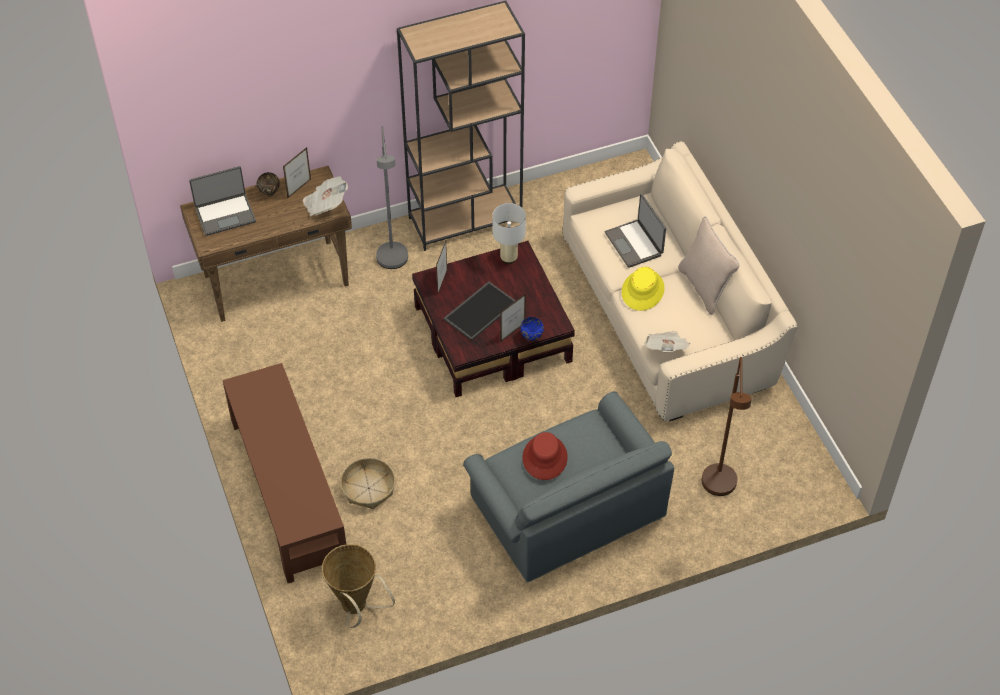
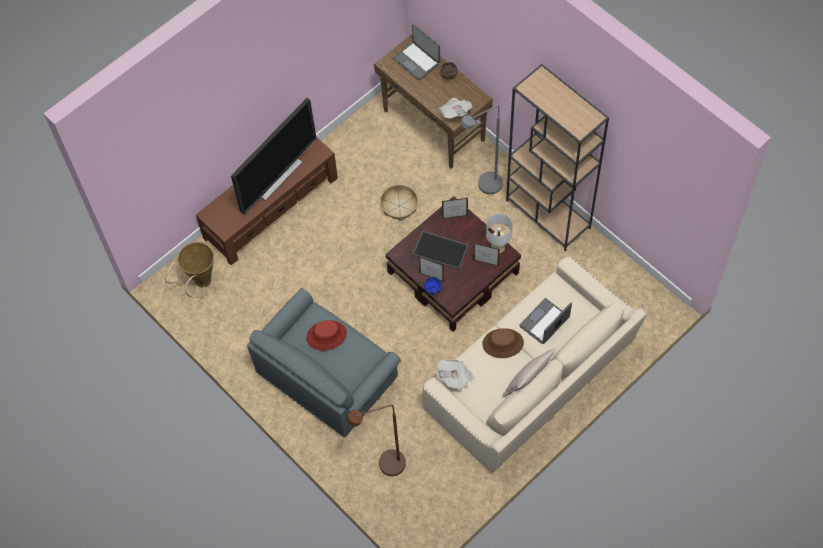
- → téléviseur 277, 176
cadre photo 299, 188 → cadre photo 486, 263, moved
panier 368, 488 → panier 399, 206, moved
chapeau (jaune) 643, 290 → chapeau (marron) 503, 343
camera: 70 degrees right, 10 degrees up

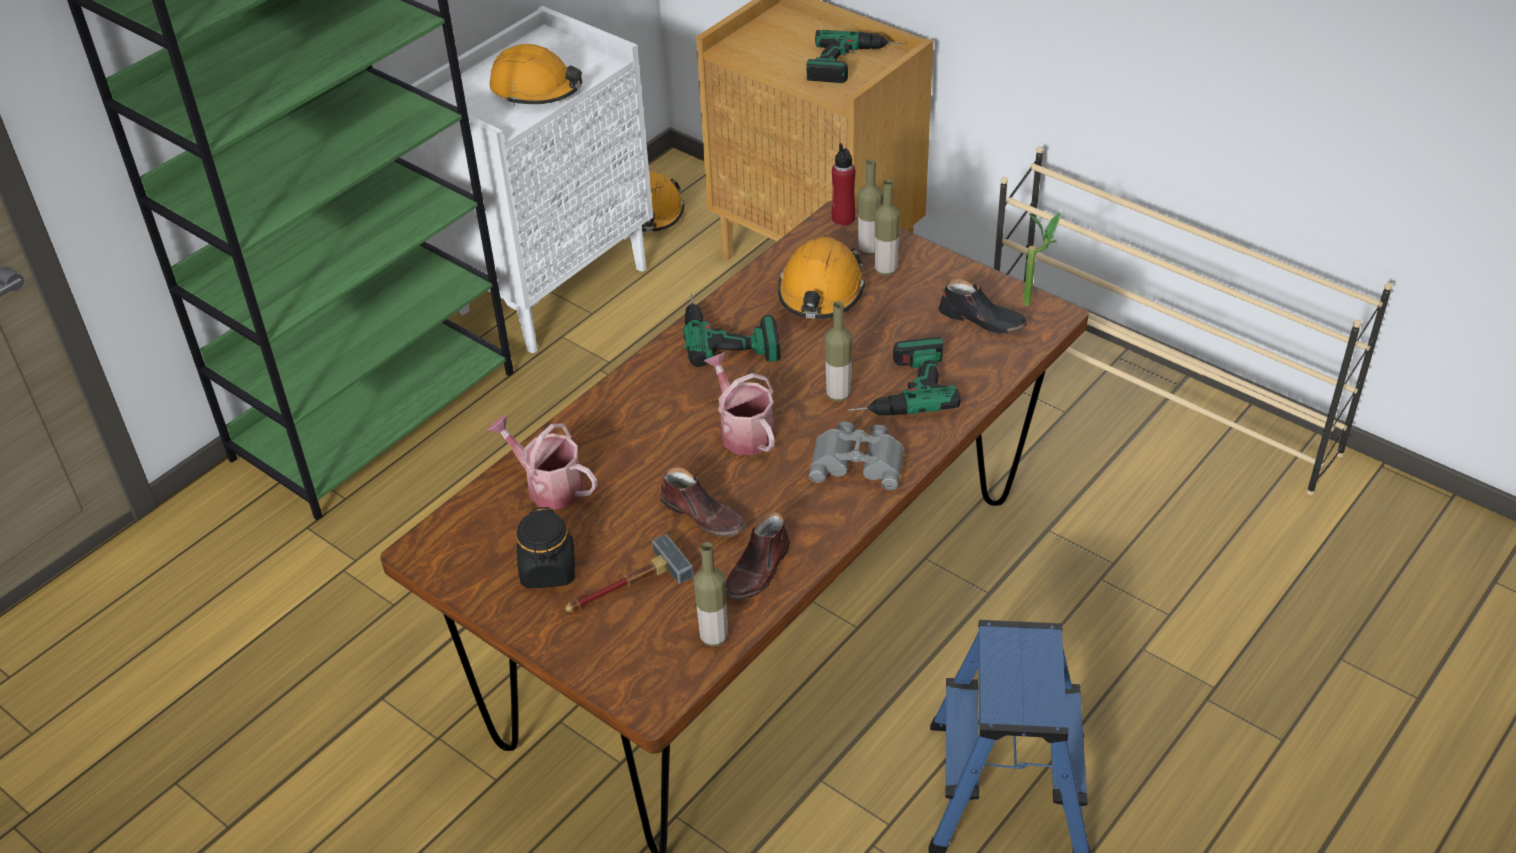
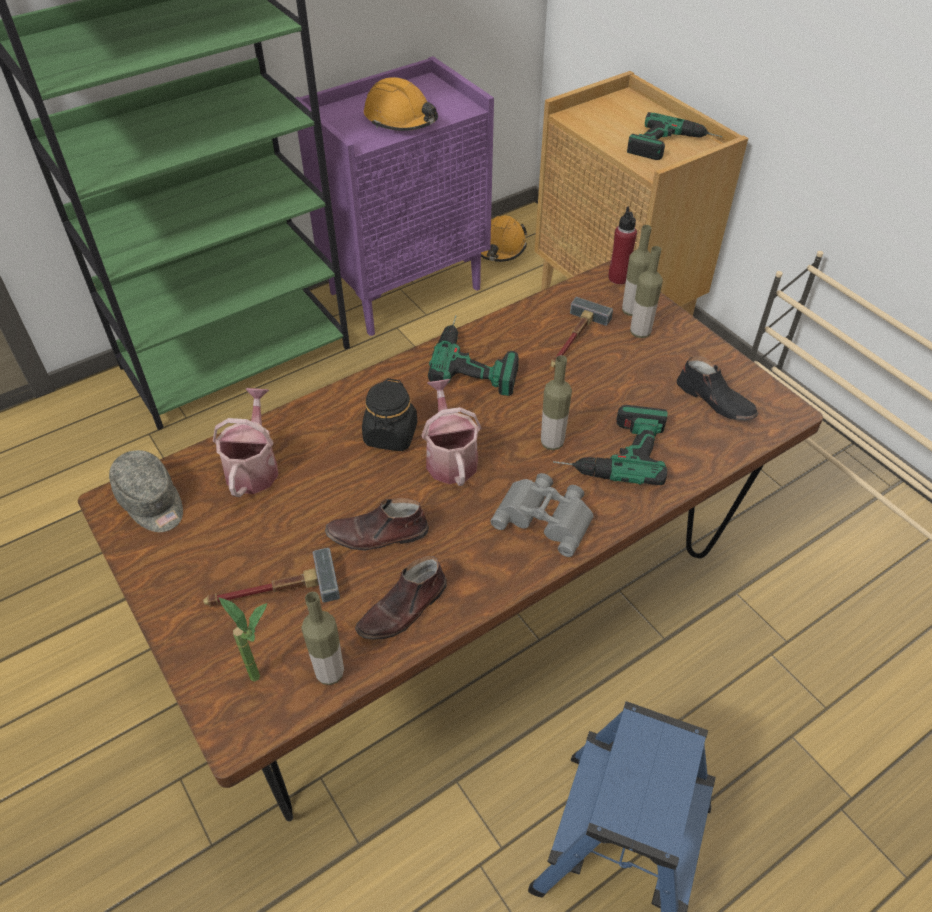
- → casquette (gris) 152, 502
bocal (noir) 548, 570 → bocal (noir) 390, 435, moved
plante en pot 1035, 302 → plante en pot 265, 678, moved
casque de chantier (orange) 820, 293 → marteau 573, 341
meuble de rangement (blanc) 555, 289 → meuble de rangement (violet) 406, 290
arrosoir 548, 485 → arrosoir 254, 466, 45 degrees clockwise
chaussure (marron) 704, 515 → chaussure (marron) 378, 535, 120 degrees clockwise
camera: 15 degrees right, 5 degrees up

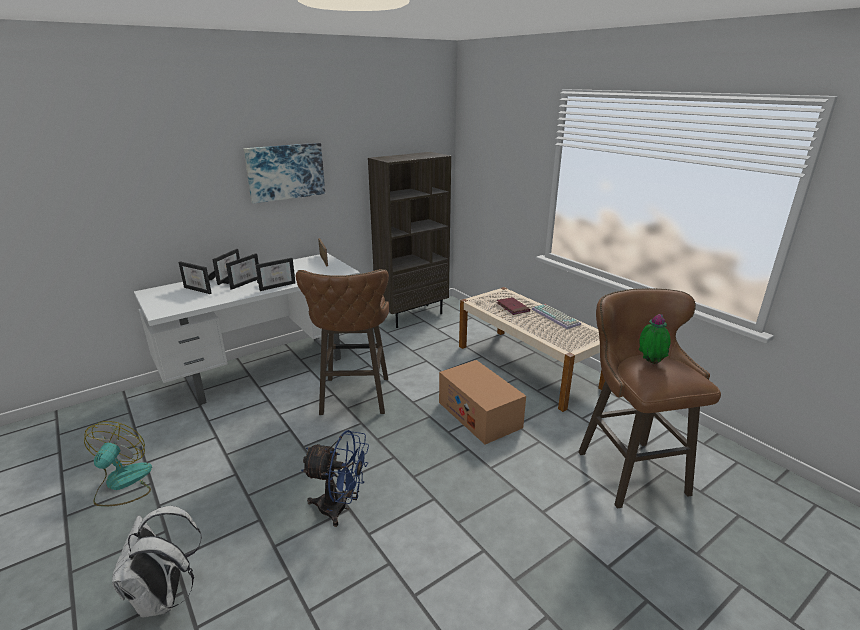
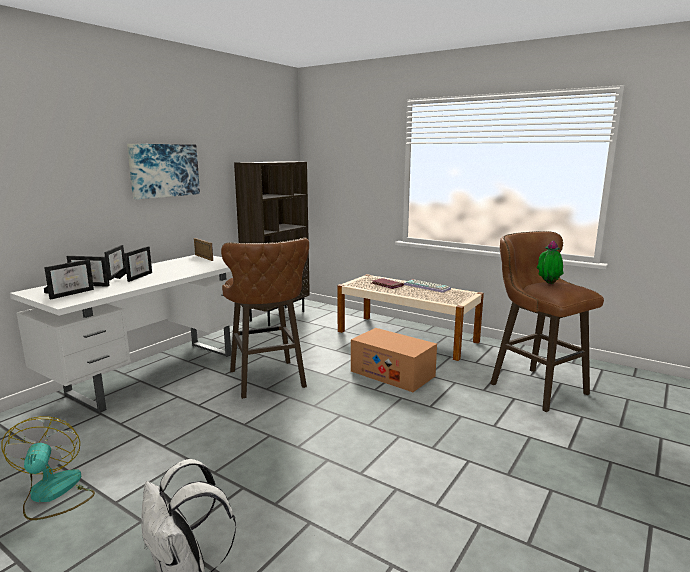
ventilateur (bleu) 340, 508 → -
cadre photo 277, 285 → cadre photo 71, 293, moved
camera: 20 degrees left, 10 degrees down

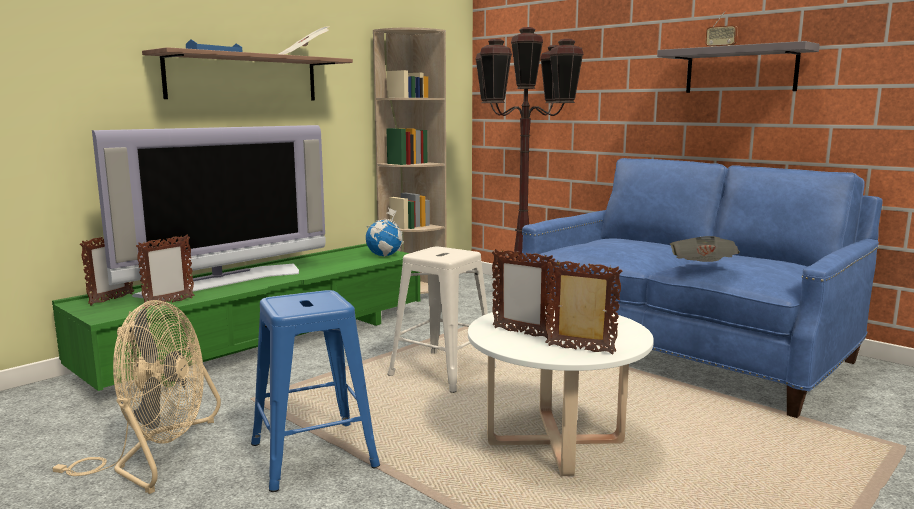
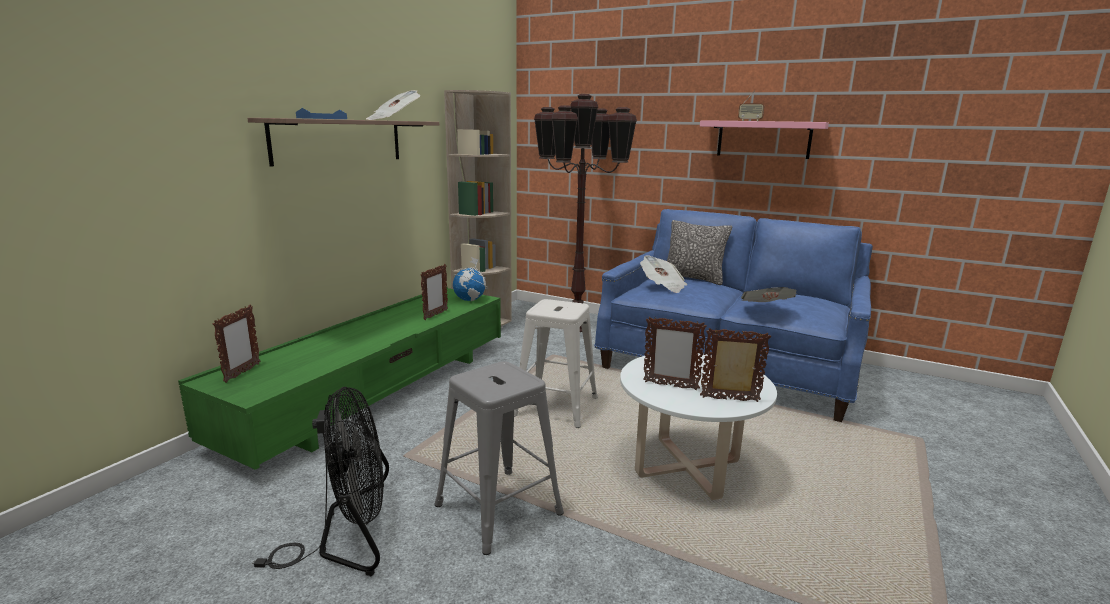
téléviseur 224, 281 → -
- → journal 663, 286
- → coussin 693, 279
cadre photo 169, 303 → cadre photo 435, 315, moved
ventilateur (beige) 152, 455 → ventilateur (noir) 347, 532
tabouret (bleu) 313, 455 → tabouret (gris) 498, 509
étagère (gris) 740, 70 → étagère (rose) 763, 139
camera: 15 degrees left, 5 degrees up

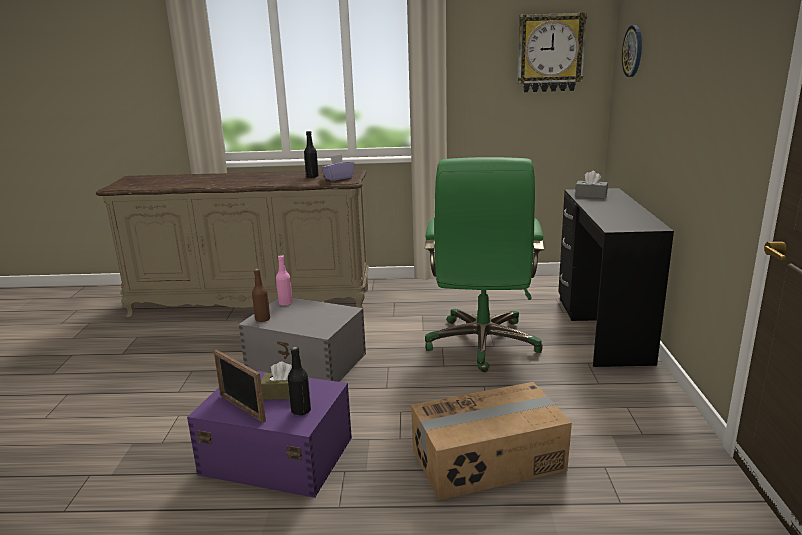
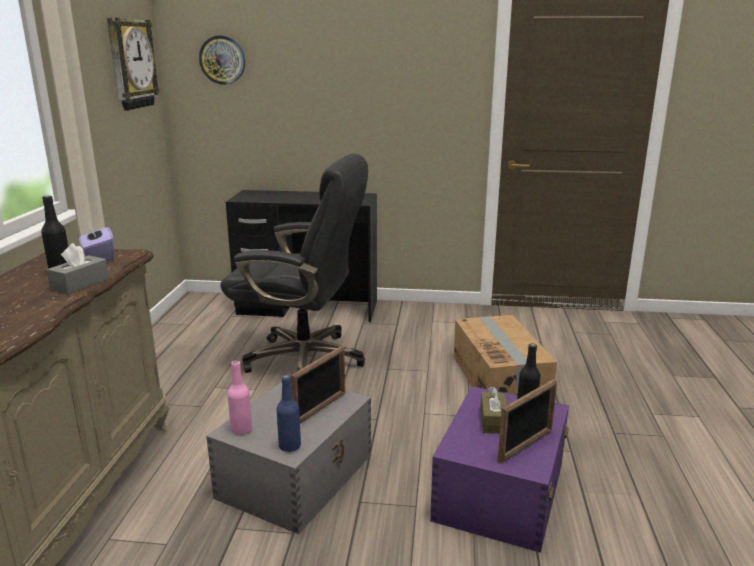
- → cadre photo 320, 408
boîte à mouchoirs (gris) 591, 195 → boîte à mouchoirs (gris) 80, 284, moved
bouteille (marron) 262, 319 → bouteille (bleu) 289, 446
chaise de bureau (vert) 482, 341 → chaise de bureau (noir) 302, 360
camera: 85 degrees left, 0 degrees up

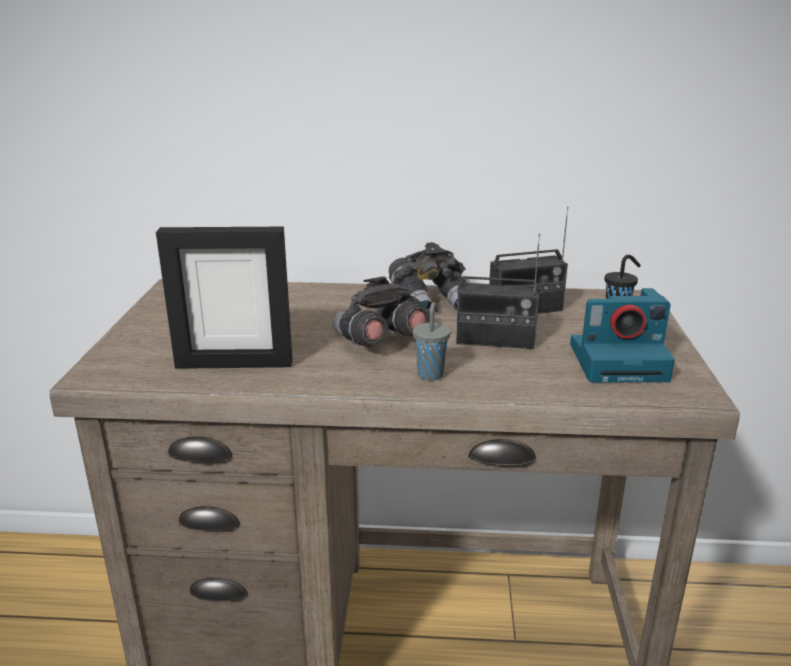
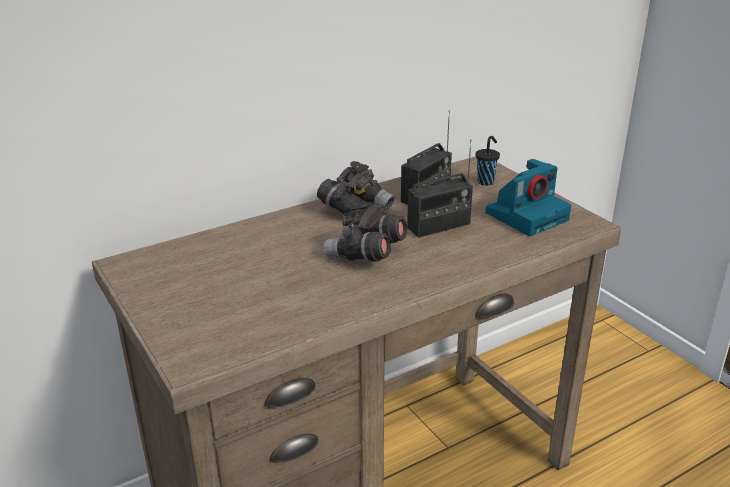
cadre photo 234, 363 → -
tasse (gris) 431, 373 → -
camera: 35 degrees left, 5 degrees up

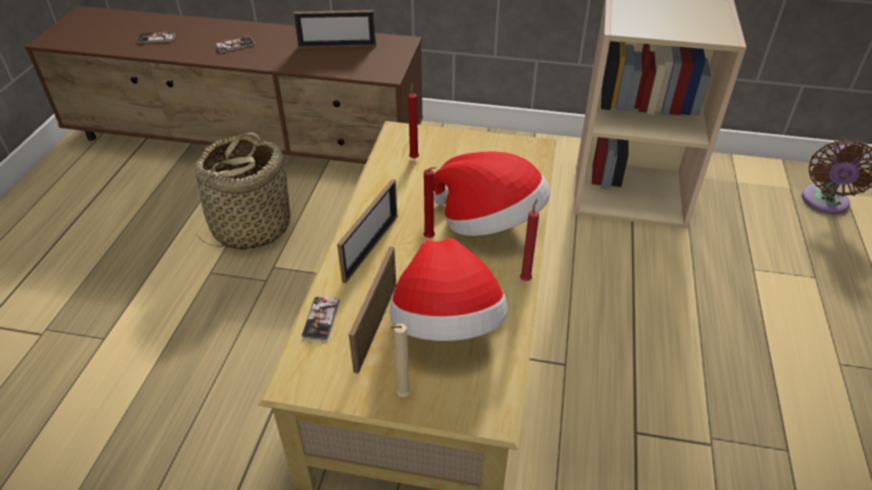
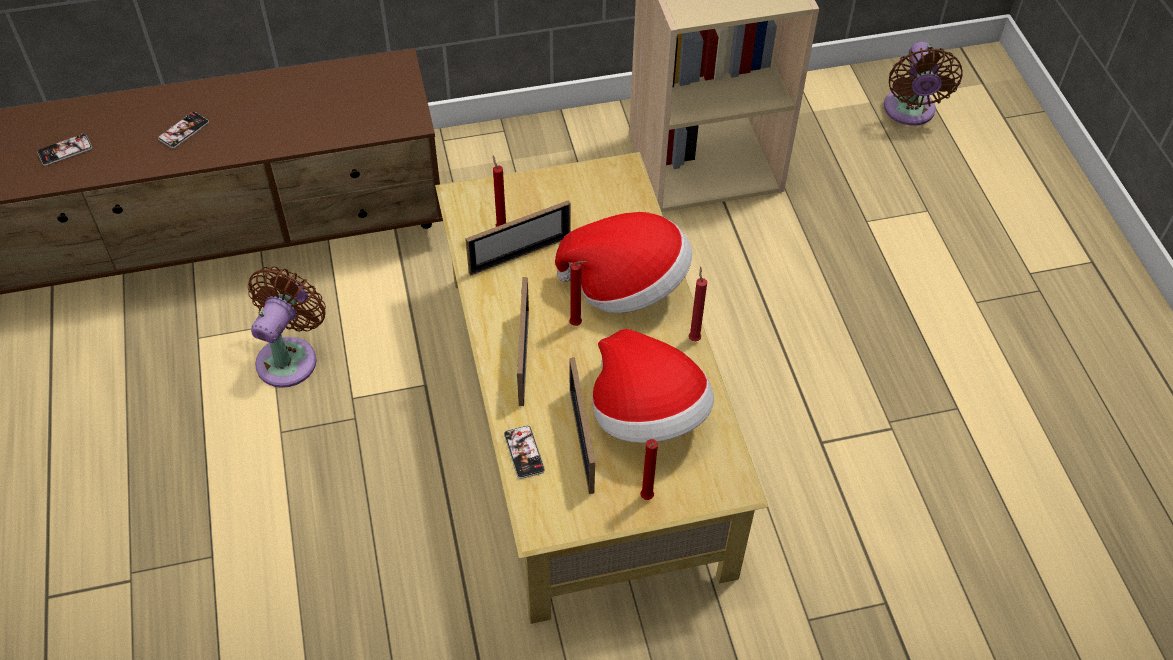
cadre photo 337, 46 → cadre photo 520, 255, moved
panier 251, 227 → ventilateur (marron) 290, 357
bougie (beige) 402, 396 → bougie (rouge) 646, 498
camera: 25 degrees left, 10 degrees up

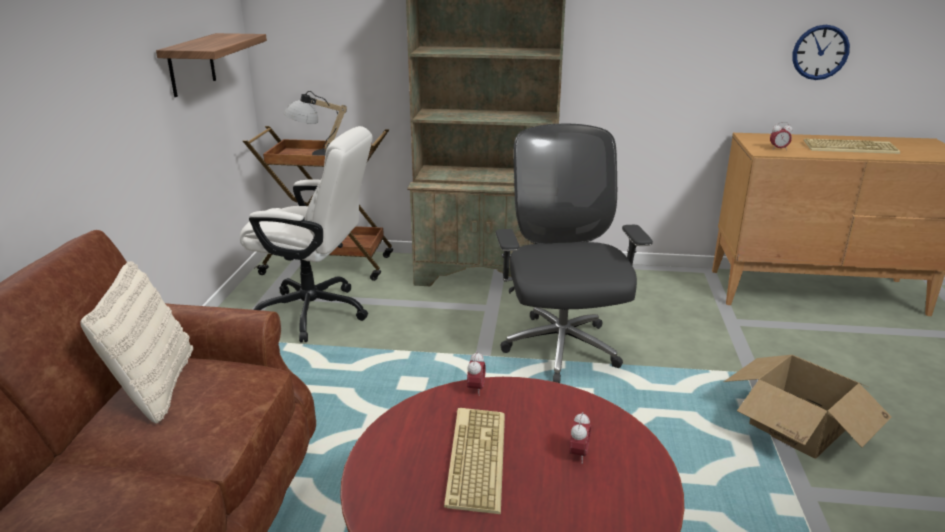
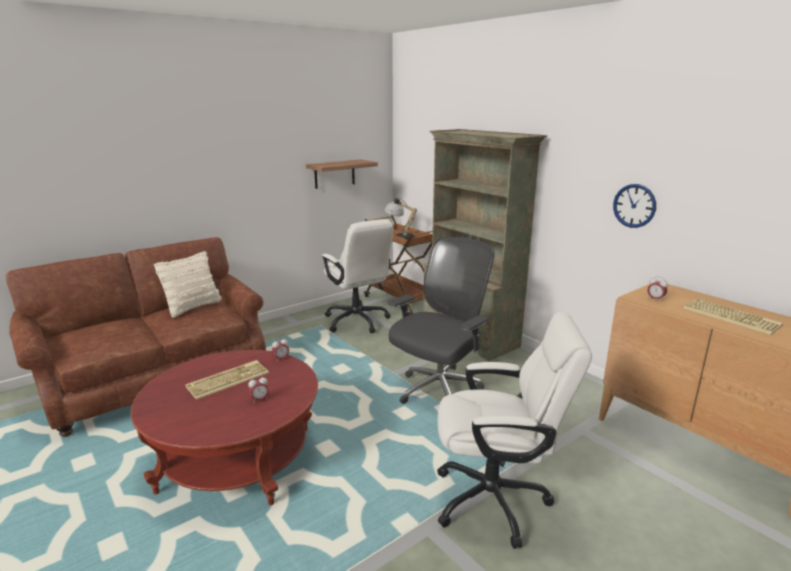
horloge murale 820, 52 → horloge murale 634, 206, moved
carton 798, 427 → chaise de bureau (blanc) 497, 501
camera: 45 degrees right, 5 degrees down

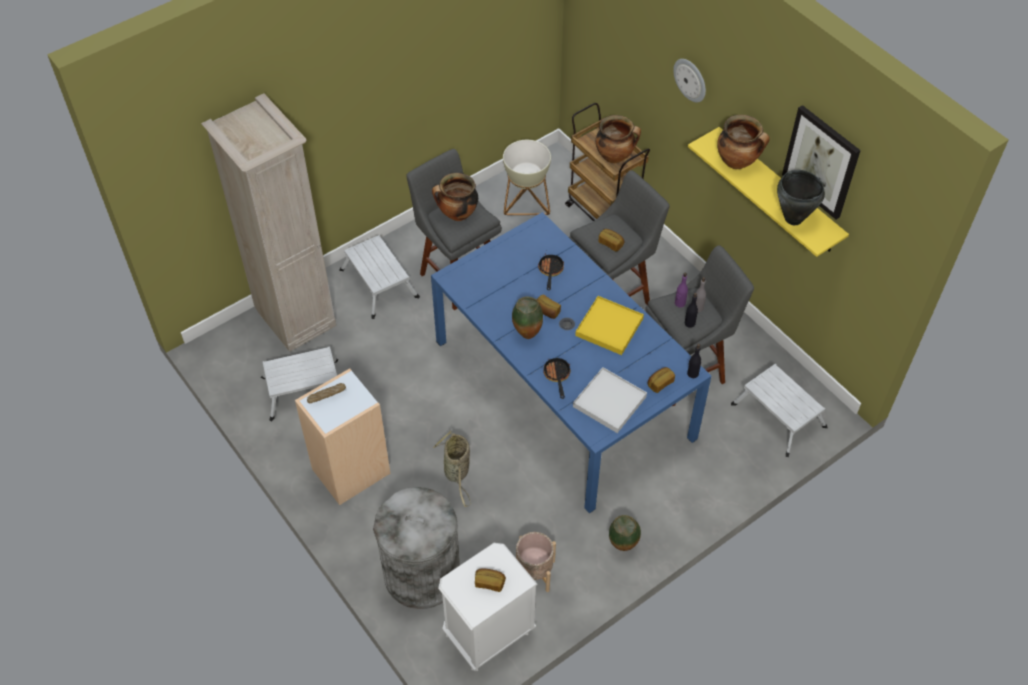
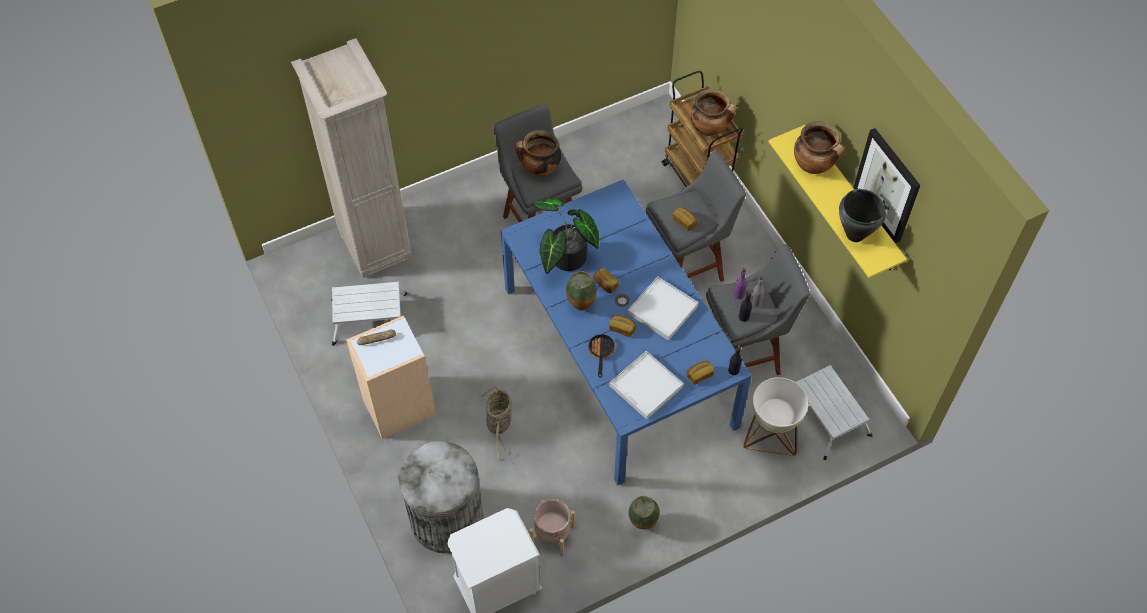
escabeau (blanc) 379, 283 → -
poêle 550, 271 → -
horloge murale 690, 79 → -
- → plante en pot 564, 259
pain 489, 582 → pain 622, 328, moved
cache-pot 526, 204 → cache-pot 771, 437, moved
plateau (jaune) 609, 327 → plateau (blanc) 662, 310
camera: 10 degrees right, 5 degrees up

